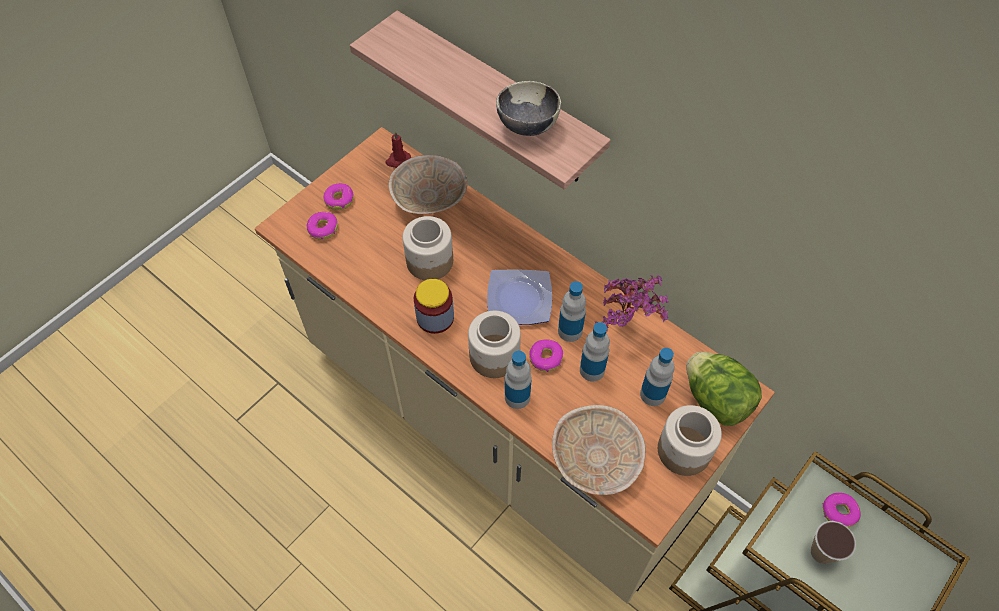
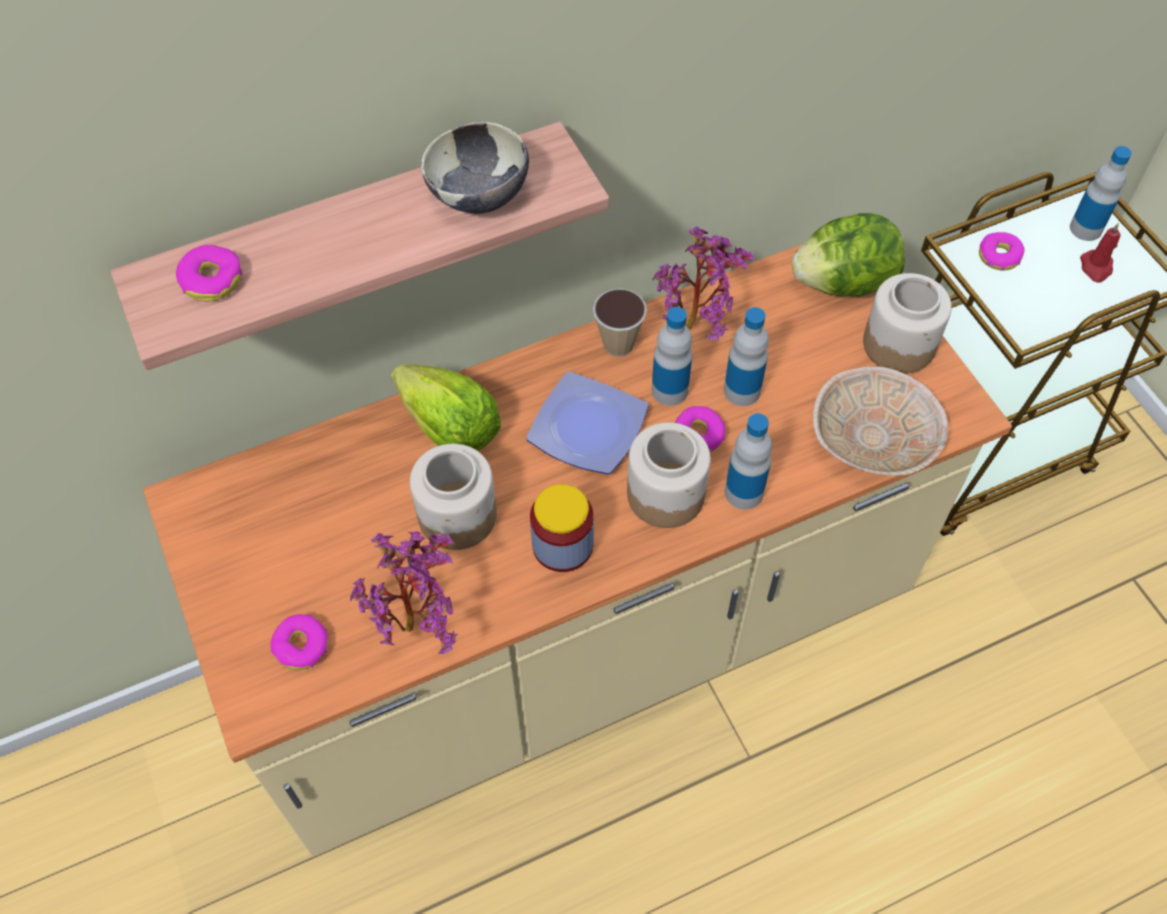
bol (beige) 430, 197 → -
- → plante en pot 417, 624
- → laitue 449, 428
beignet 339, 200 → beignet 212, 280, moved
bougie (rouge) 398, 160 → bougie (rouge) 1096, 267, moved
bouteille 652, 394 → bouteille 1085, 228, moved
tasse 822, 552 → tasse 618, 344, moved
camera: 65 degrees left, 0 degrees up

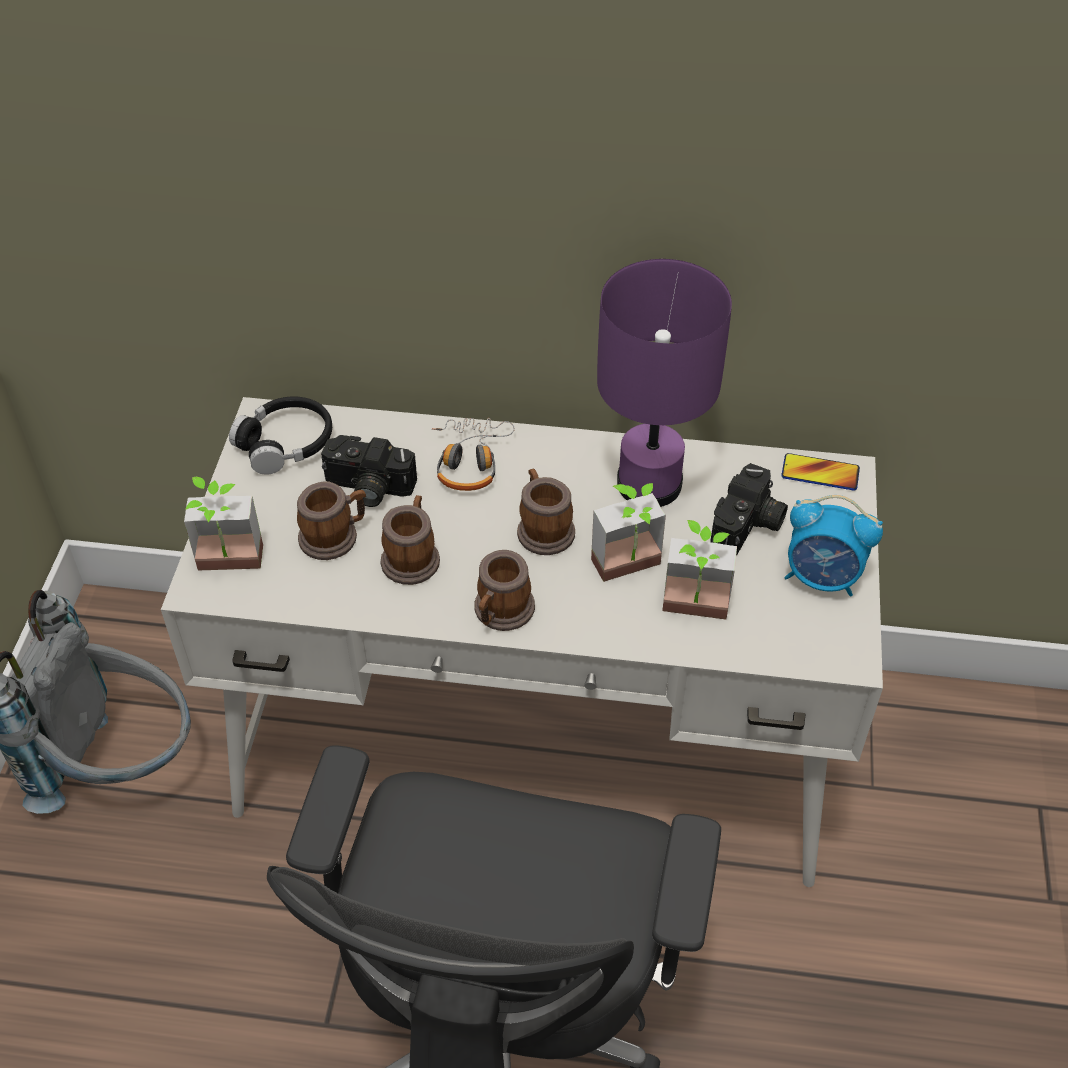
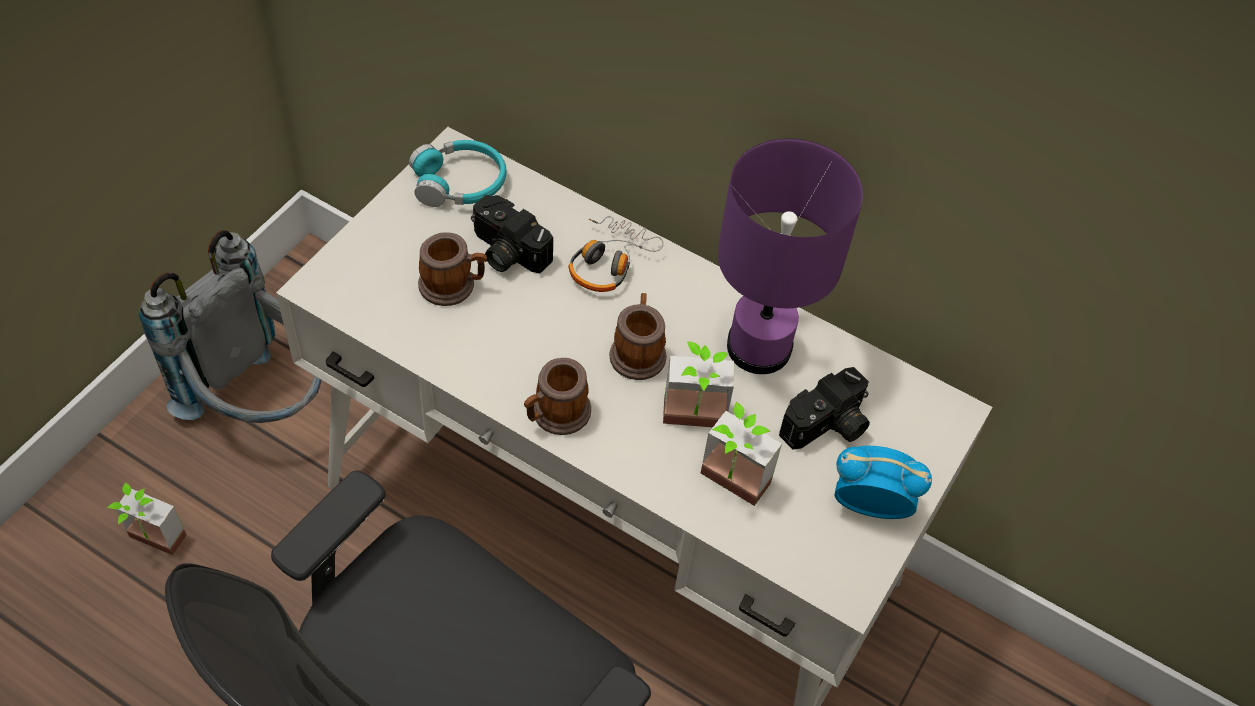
mug 412, 557 → -
téléphone 820, 473 → -
plante en pot 229, 567 → plante en pot 152, 544, moved
casque audio (noir) 286, 443 → casque audio (turquoise) 459, 183
réveil 822, 578 → réveil 868, 504, 150 degrees clockwise
camera: 20 degrees right, 5 degrees up

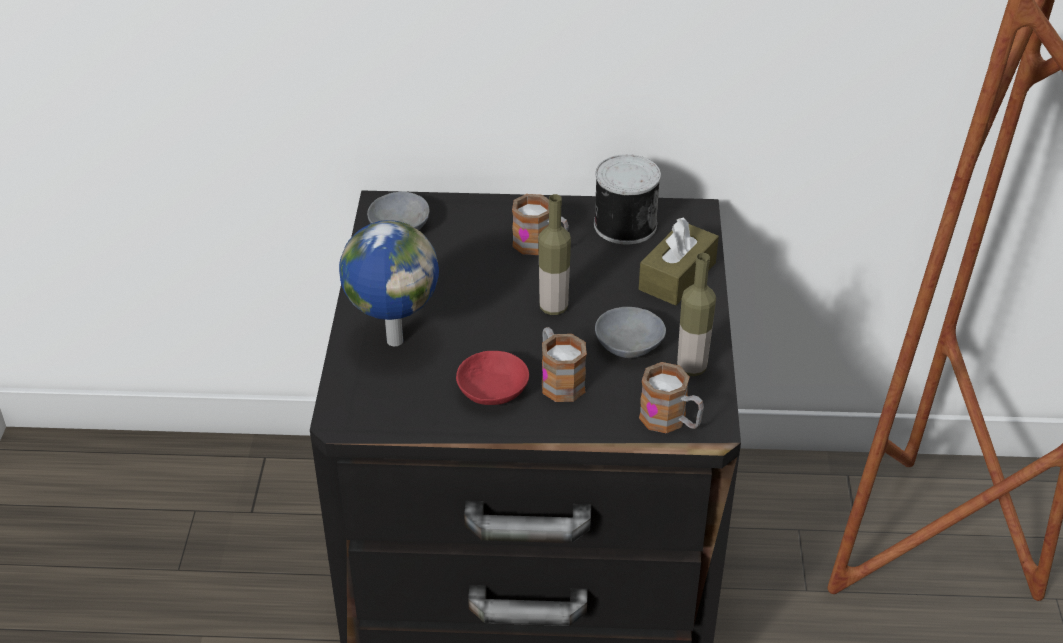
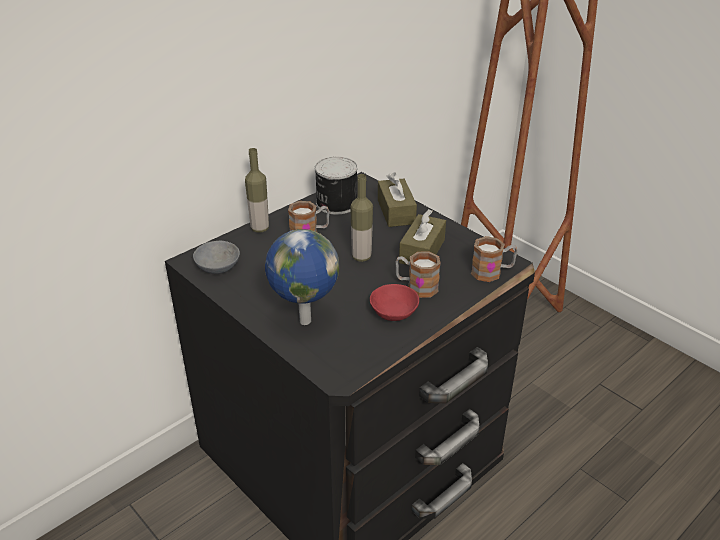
bouteille 691, 367 → bouteille 260, 228, moved
bol (gris) 630, 343 → boîte à mouchoirs (marron) 422, 251
camera: 45 degrees left, 5 degrees down

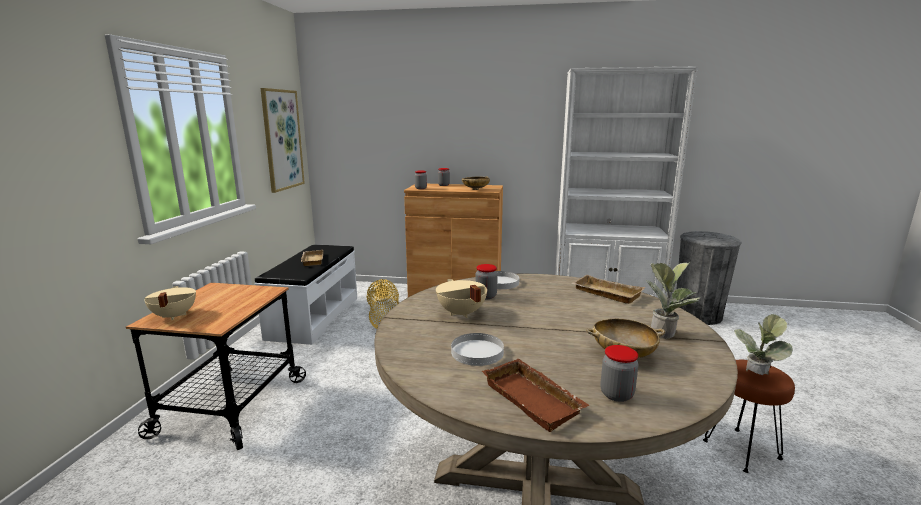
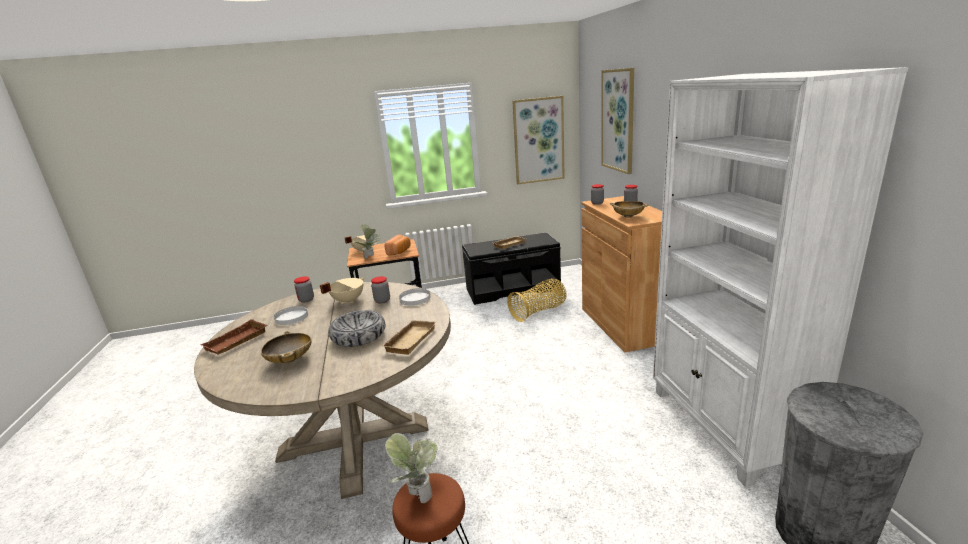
- → bol 359, 336
- → pain 400, 252
- → tableau 618, 120
bocal 616, 394 → bocal 306, 300, moved
plante en pot 666, 332 → plante en pot 370, 258, moved
banc (blanc) 313, 317 → banc (noir) 512, 289
camera: 70 degrees right, 5 degrees up

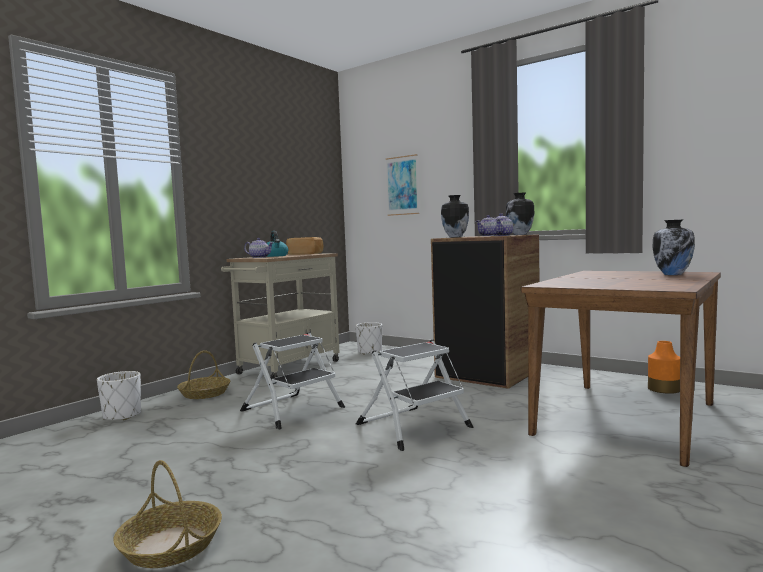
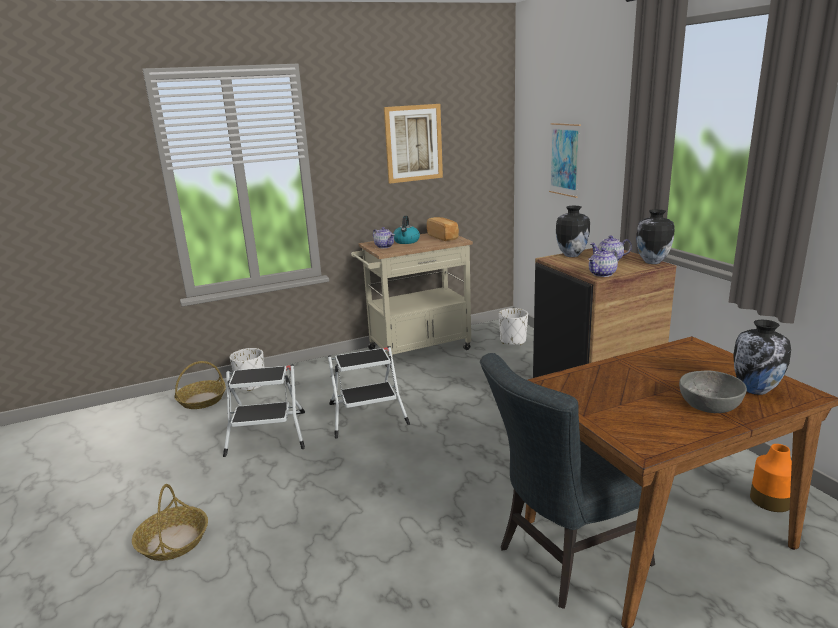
- → tableau 413, 143
- → chaise (gris) 565, 557
- → bol (gris) 709, 405
panier 204, 393 → panier 202, 400, moved
escabeau 412, 427 → escabeau 268, 433, moved
camera: 30 degrees right, 15 degrees up

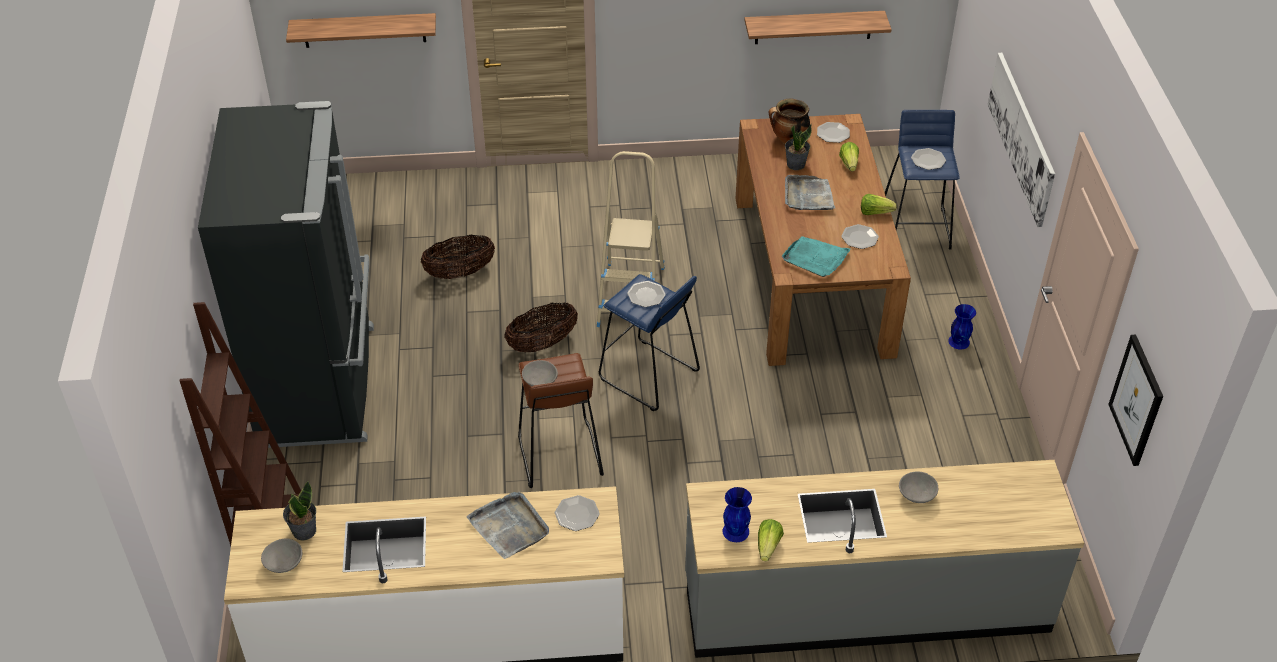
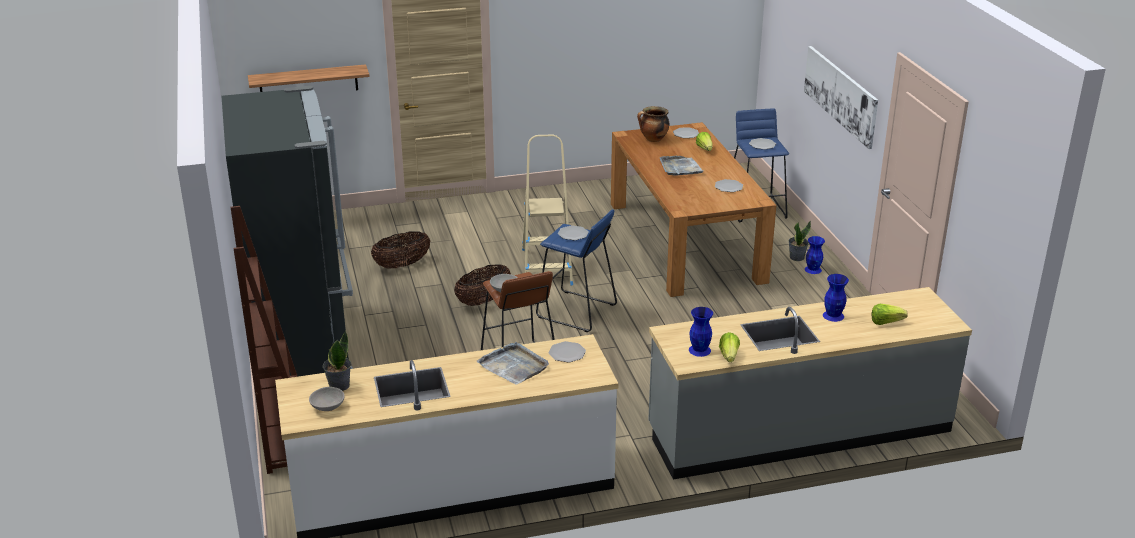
étagère 813, 27 → -
plateau (turquoise) 815, 258 → -
tableau 1137, 400 → -
plante en pot 795, 164 → plante en pot 796, 257, moved
laitue 875, 212 → laitue 886, 322, moved
bol (gris) 917, 495 → vase (bleu) 833, 316
camera: 10 degrees left, 15 degrees down

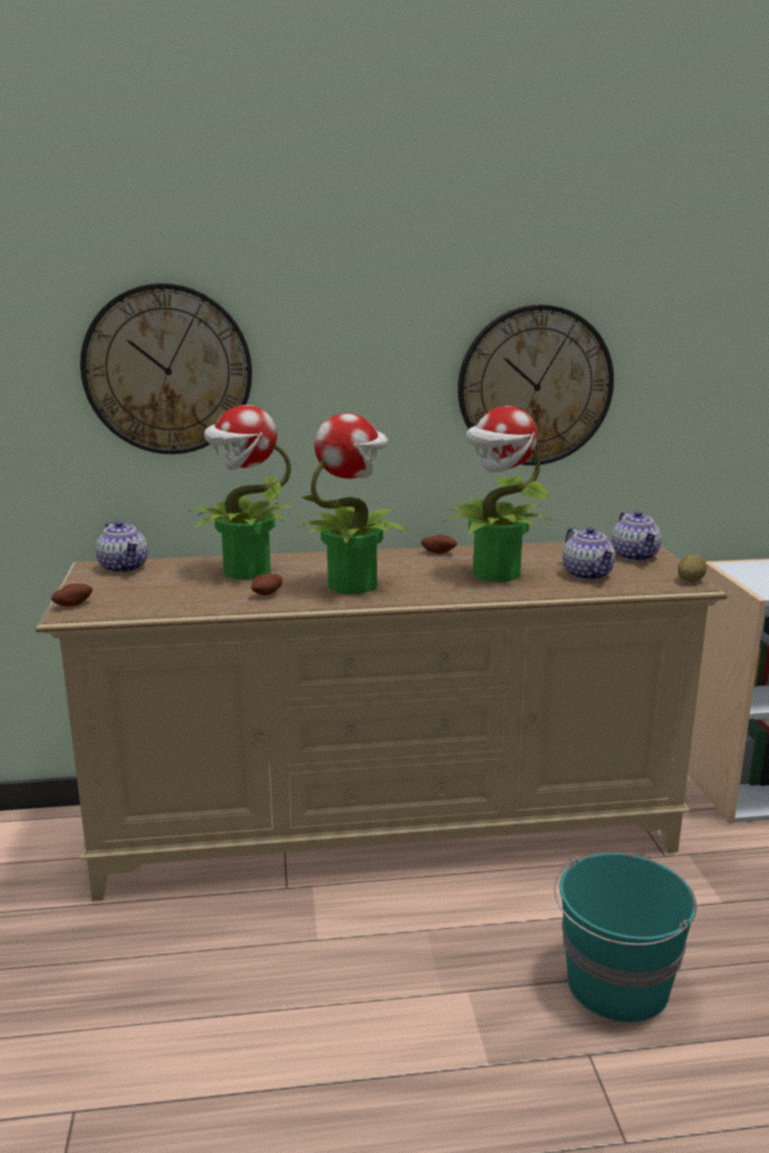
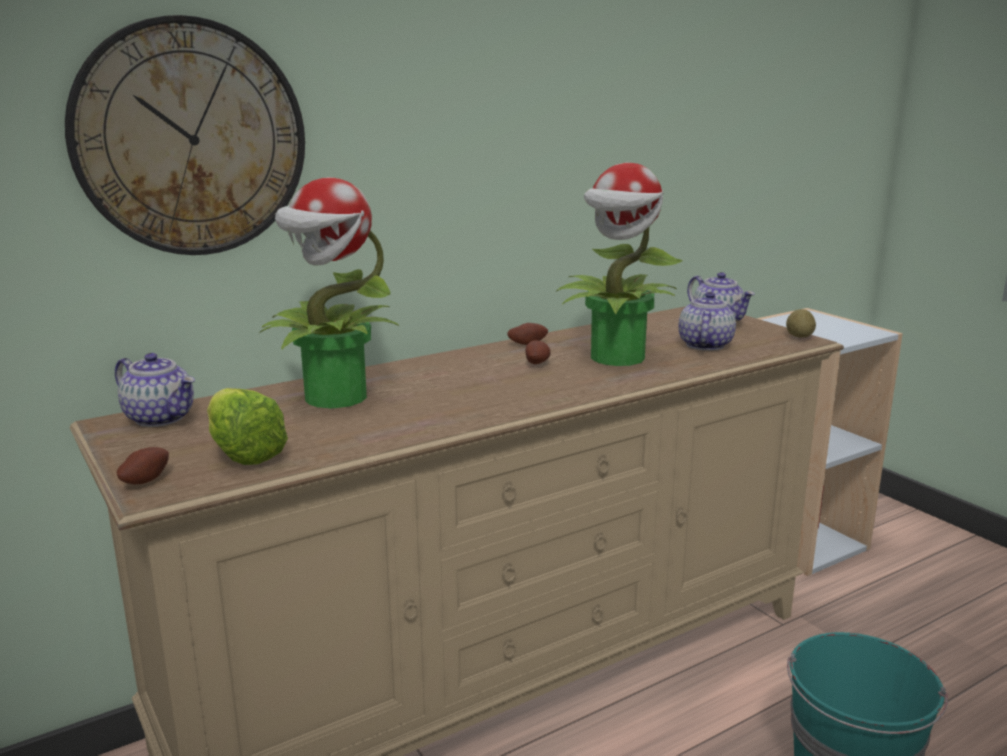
plante en pot 353, 585 → -
horloge murale 535, 386 → -
- → laitue 242, 449
pomme de terre 268, 594 → pomme de terre 538, 363, moved
théière 588, 575 → théière 704, 345, 120 degrees counterclockwise
camera: 25 degrees left, 0 degrees up

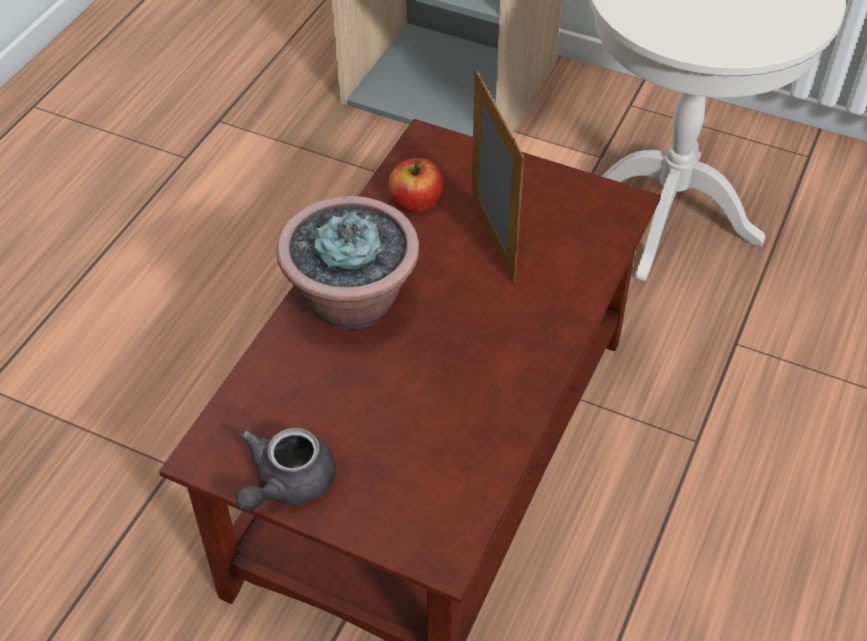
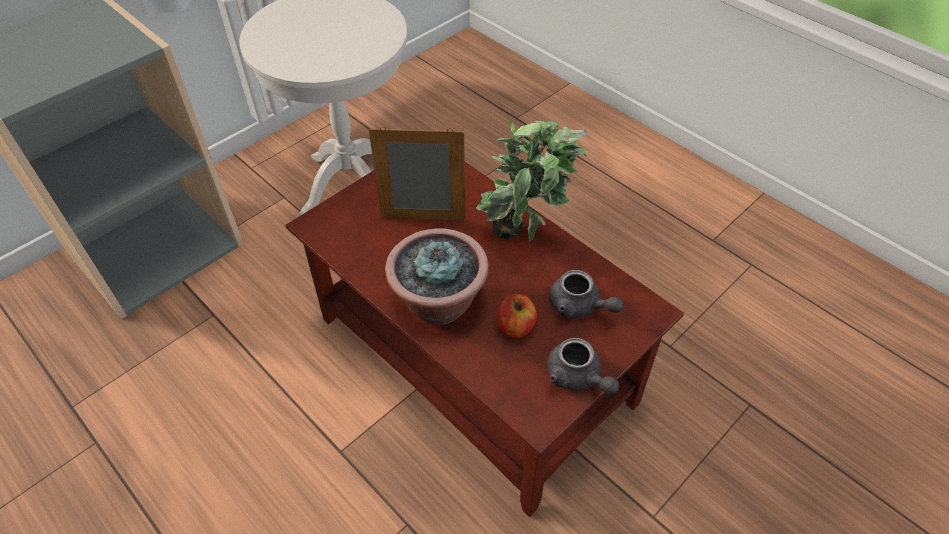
- → plante en pot 524, 238
- → théière (gris) 579, 307
pomme 416, 201 → pomme 515, 326, moved
camera: 70 degrees left, 0 degrees up

